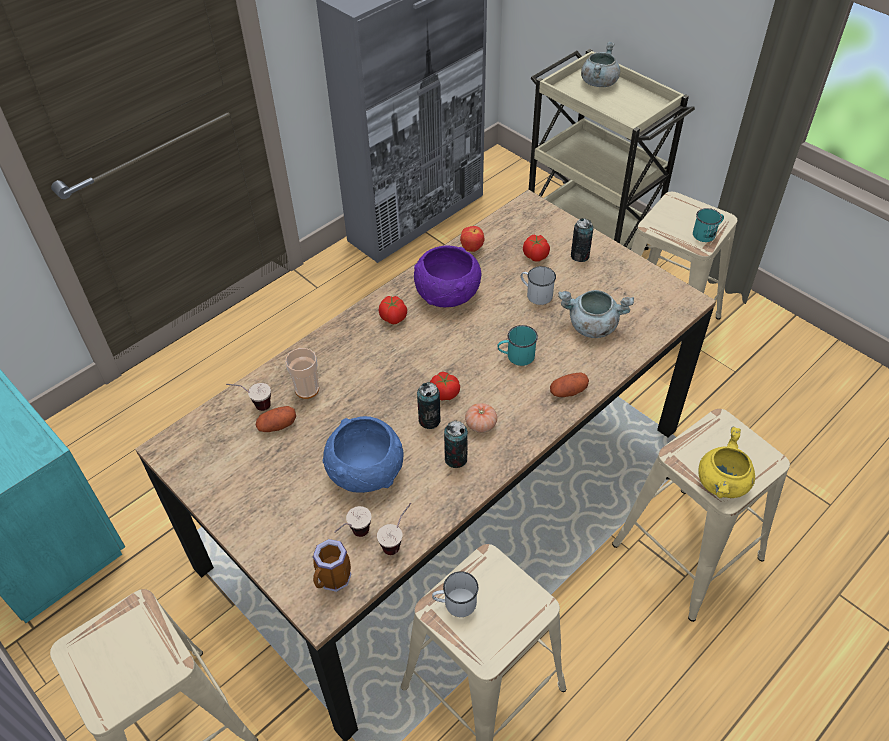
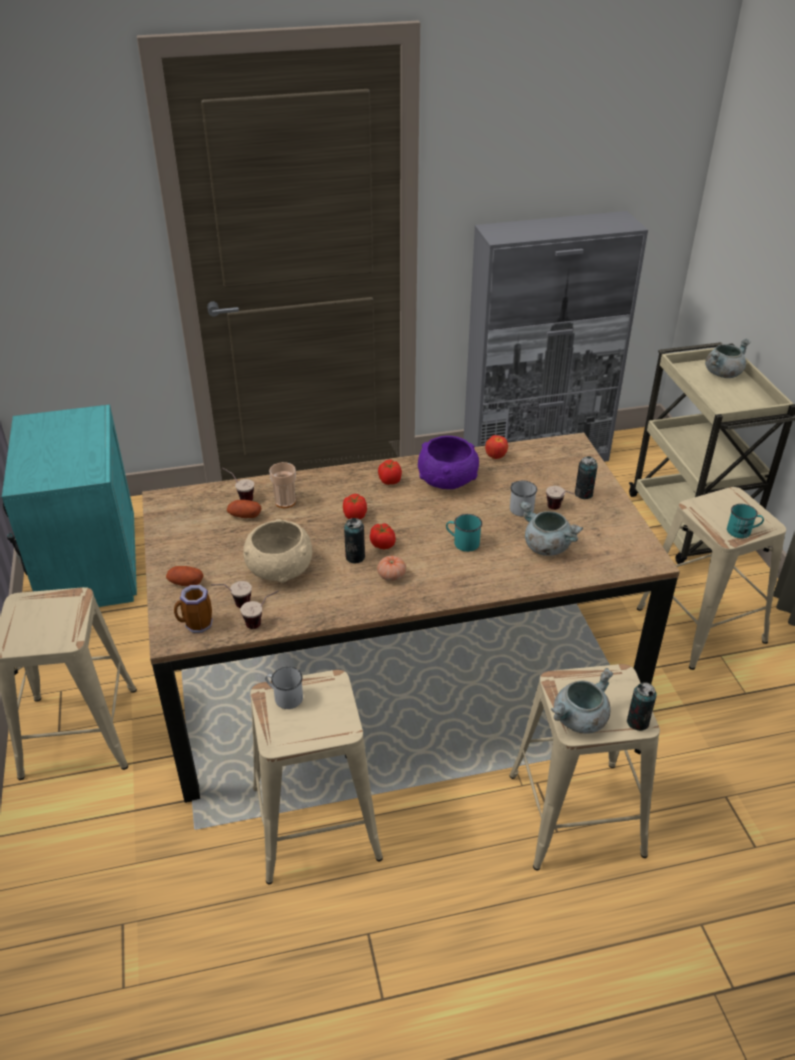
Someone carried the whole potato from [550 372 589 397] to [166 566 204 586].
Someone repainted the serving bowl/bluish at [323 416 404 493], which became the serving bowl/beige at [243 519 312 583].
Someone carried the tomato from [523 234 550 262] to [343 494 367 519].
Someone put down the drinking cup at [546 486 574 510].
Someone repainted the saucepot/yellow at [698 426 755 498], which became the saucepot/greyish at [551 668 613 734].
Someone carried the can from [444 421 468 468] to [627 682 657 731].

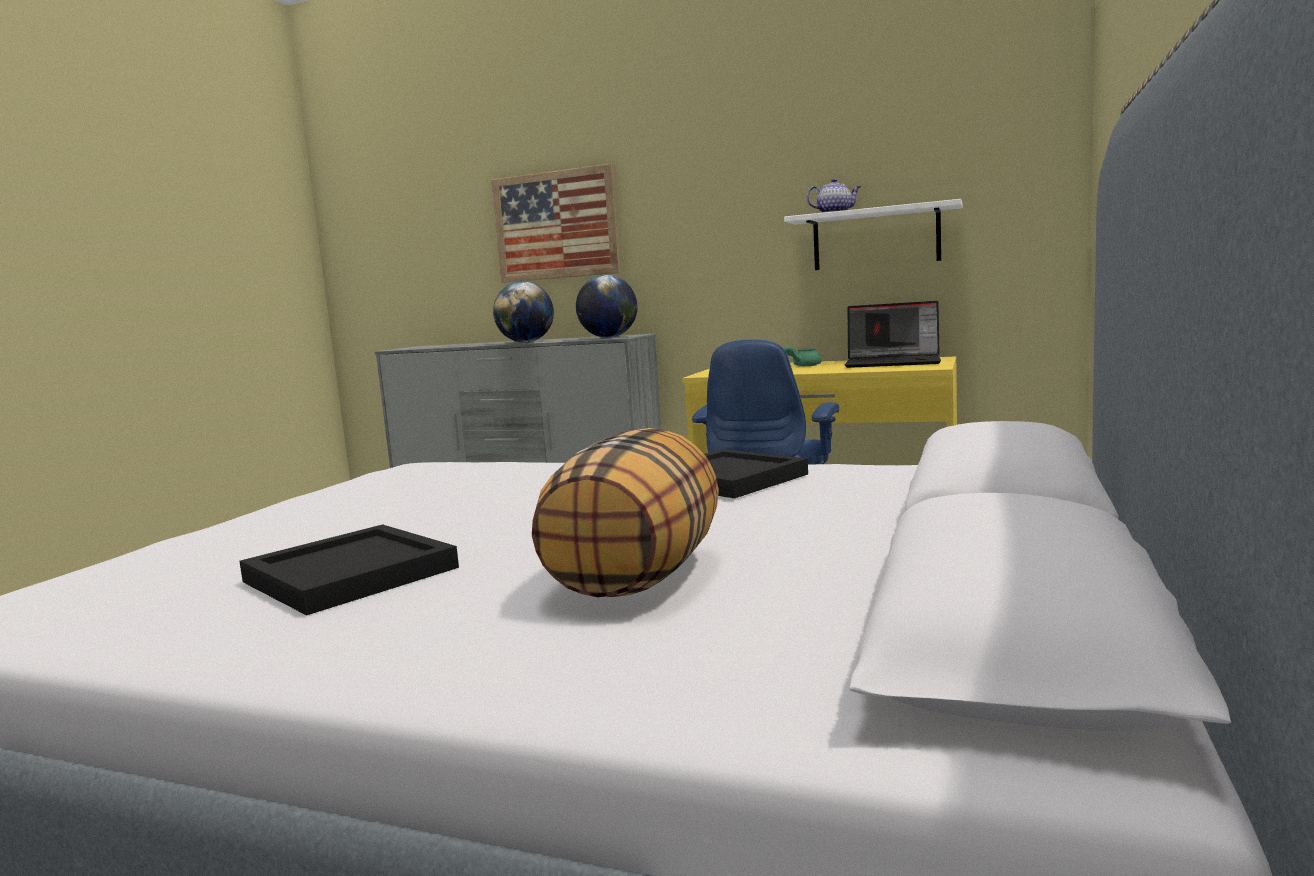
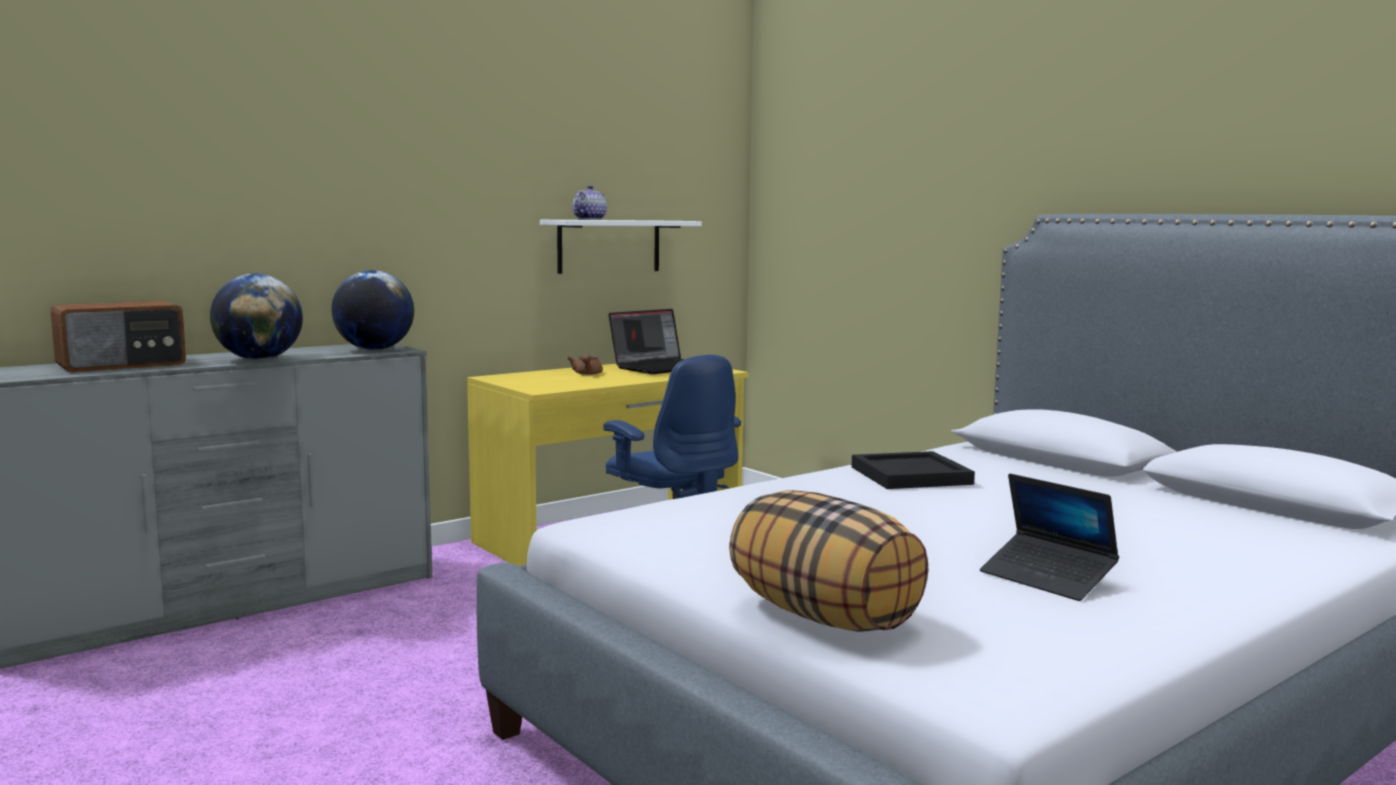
Someone put down the radio receiver at [50 301 186 372].
Someone repainted the teapot/green-coloured at [784 345 821 366], which became the teapot/brown-coloured at [567 354 603 375].
Someone carried the cushion from [532 428 719 597] to [729 490 929 632].
Someone swapped the serving tray/black at [239 524 459 615] for the notebook computer at [980 473 1119 601].
Someone took away the wall picture at [491 163 621 283].

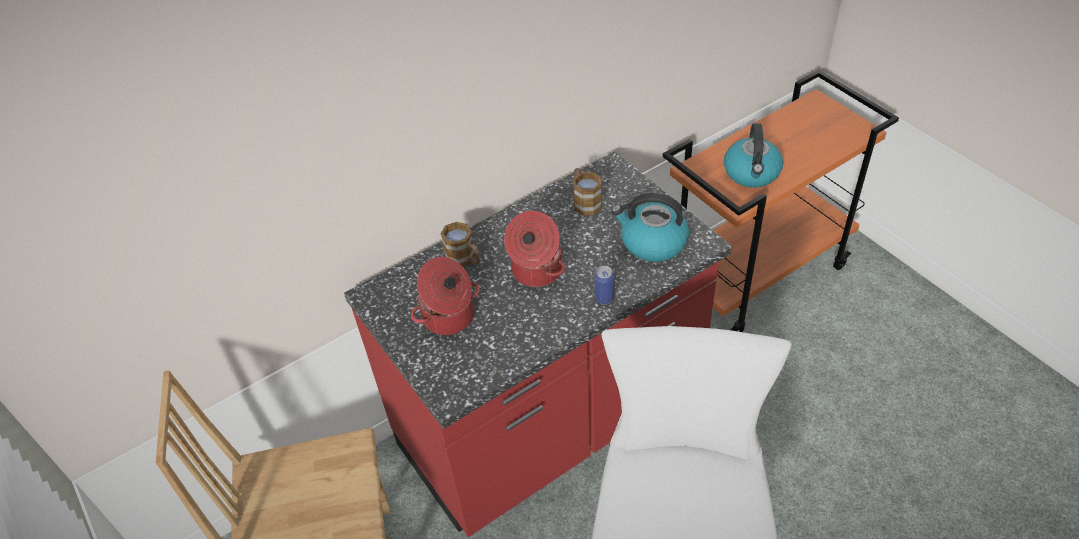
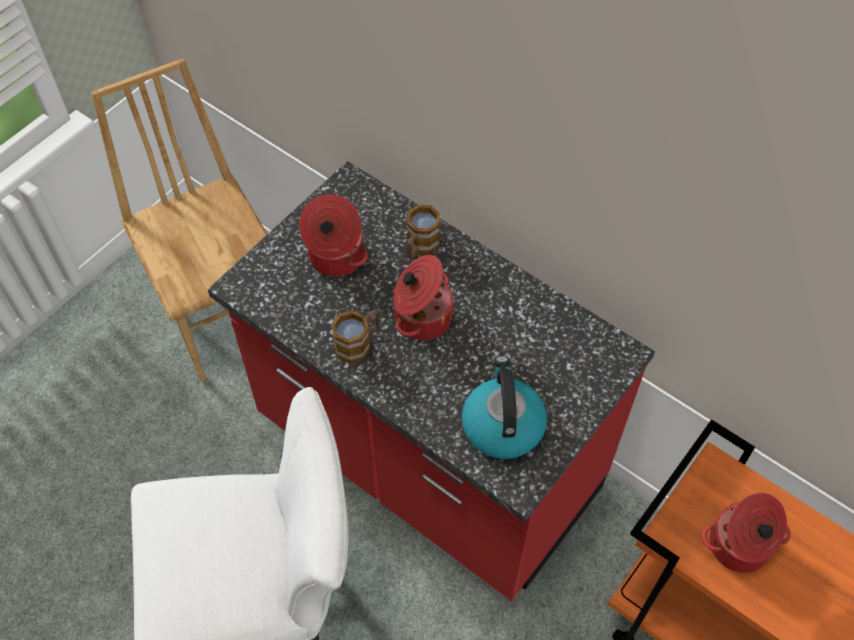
Someone carried the tea mug from [573 168 602 216] to [331 309 380 364].
Someone swapped the water kettle at [724 123 783 188] for the saucepot at [702 493 791 573].
Someone took away the can at [595 266 614 304].

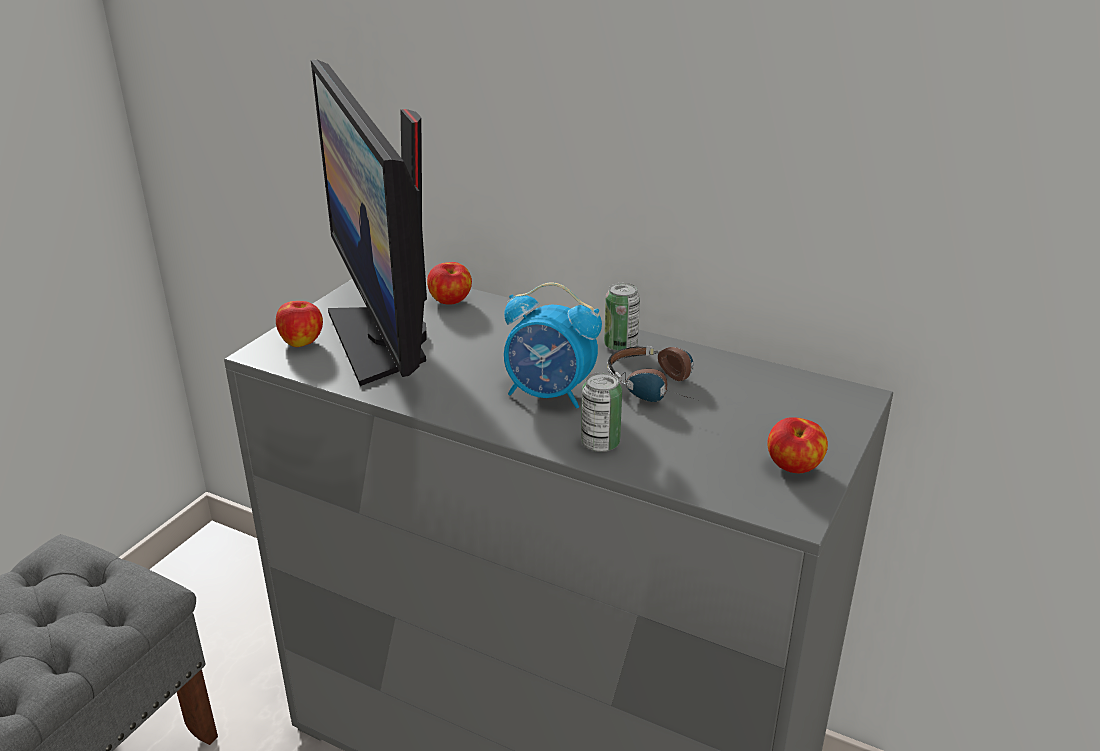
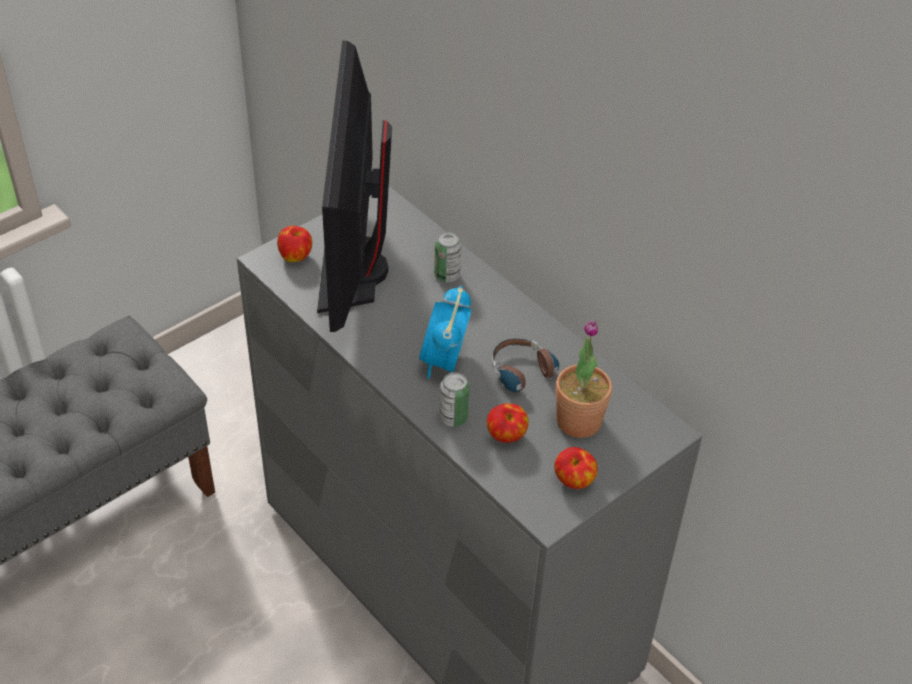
Someone rotated the alarm clock at [504 282 602 409] by 60 degrees clockwise.
Someone carried the can from [604 283 640 351] to [434 232 461 283].
Someone carried the apple from [427 262 472 304] to [487 403 529 443].
Someone put down the plant in a pot at [556 320 612 438].

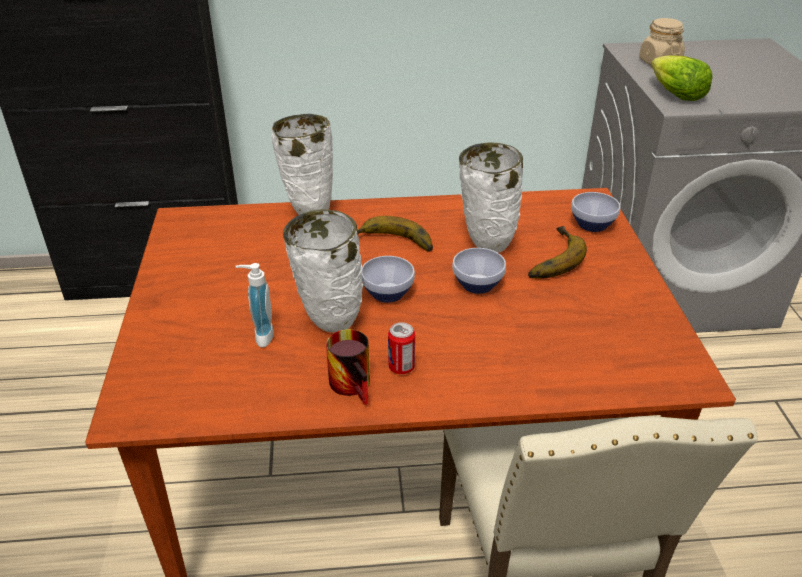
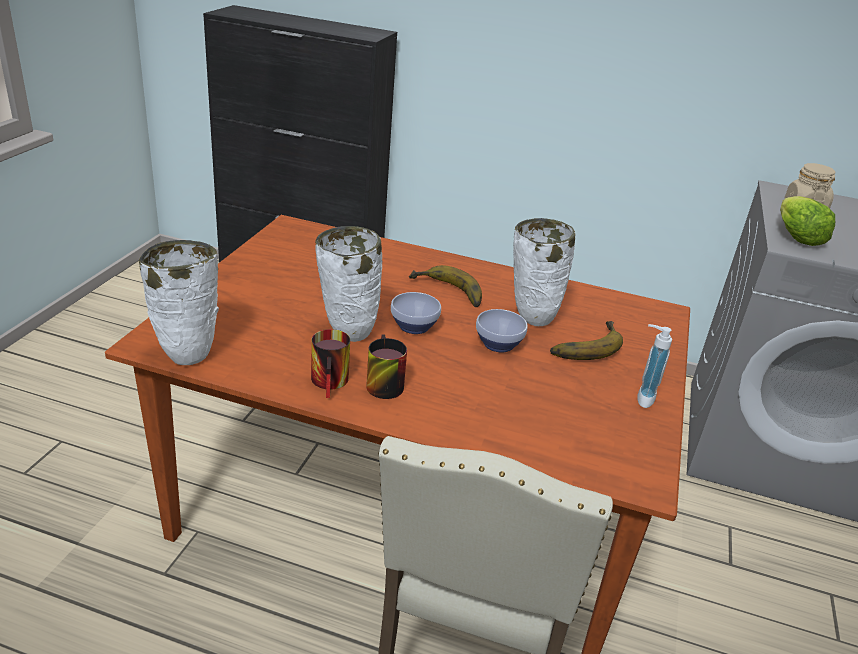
Someone carried the vase/white from [272 114 333 215] to [139 240 219 365].
Someone swapped the can at [388 322 415 374] for the tea mug at [366 334 407 399].
Someone carried the liquid soap bottle from [235 263 274 348] to [637 324 672 408].
Someone took away the serving bowl at [571 192 620 232].

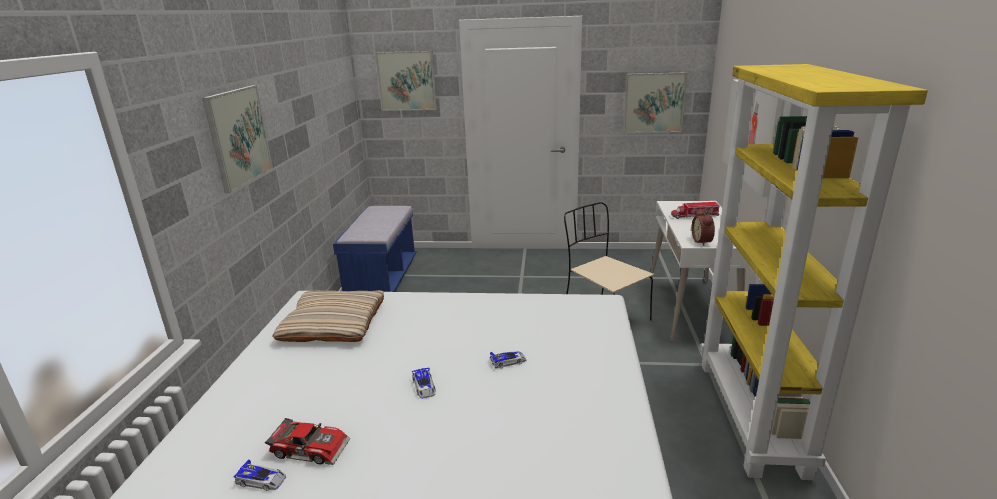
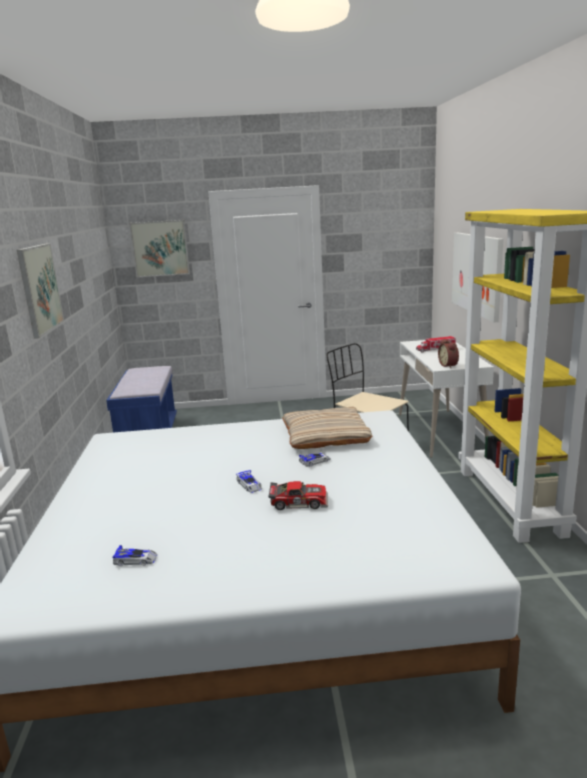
Someone carried the miniature car from [265 418 350 465] to [268 481 328 510].
Someone carried the cushion/beige from [272 290 384 342] to [282 407 372 449].
Someone took away the wall picture at [623 72 687 133].

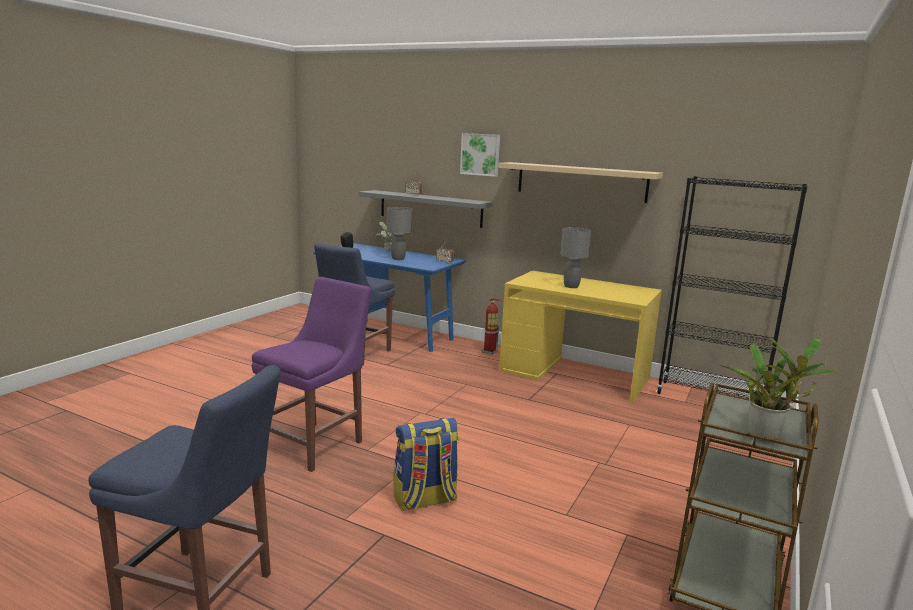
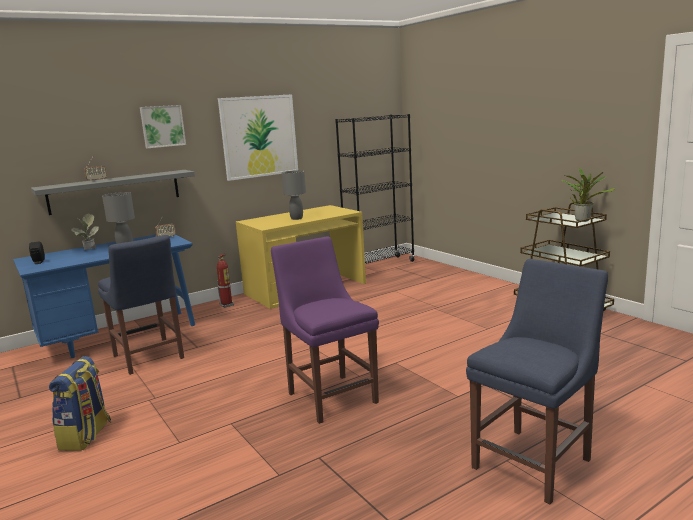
Someone carried the rucksack from [394 418 459 512] to [49 356 111 451].
Someone swapped the bracket shelf/beige at [498 162 663 203] for the wall picture at [218 94 298 181].

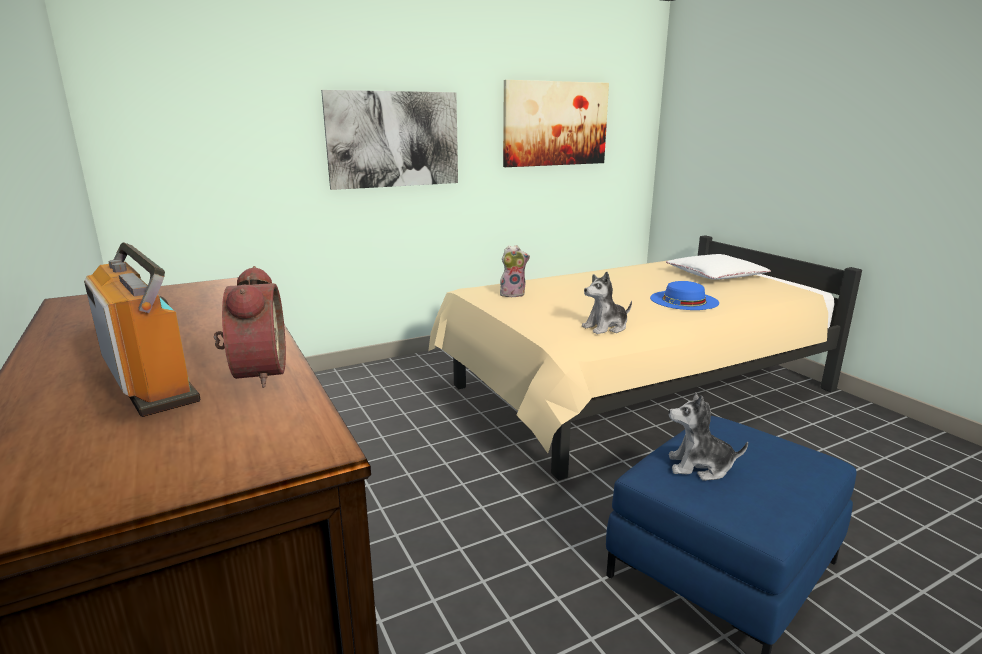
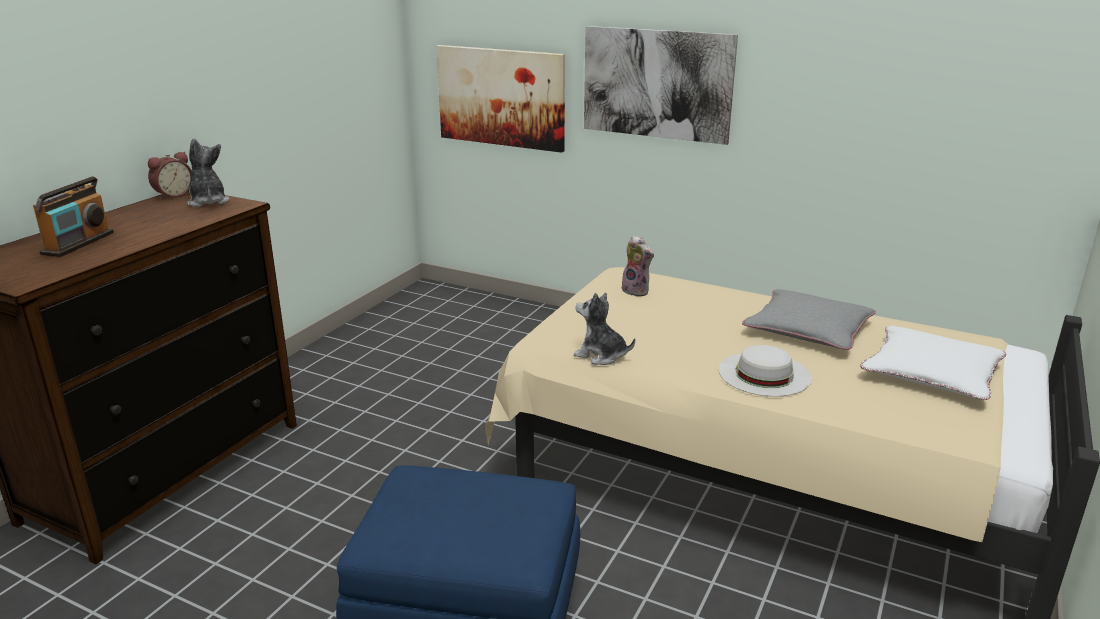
Someone carried the alarm clock from [214 266 286 388] to [148 152 192 199].
Someone carried the plush toy from [669 392 748 481] to [187 138 230 207].
Someone carried the wall picture from [503 80 609 167] to [436 45 565 153].
Someone repainted the clothing hat/bluish at [650 281 719 310], which became the clothing hat/white at [719 345 812 397].
Someone put down the cushion/greyish at [742 289 876 350].

